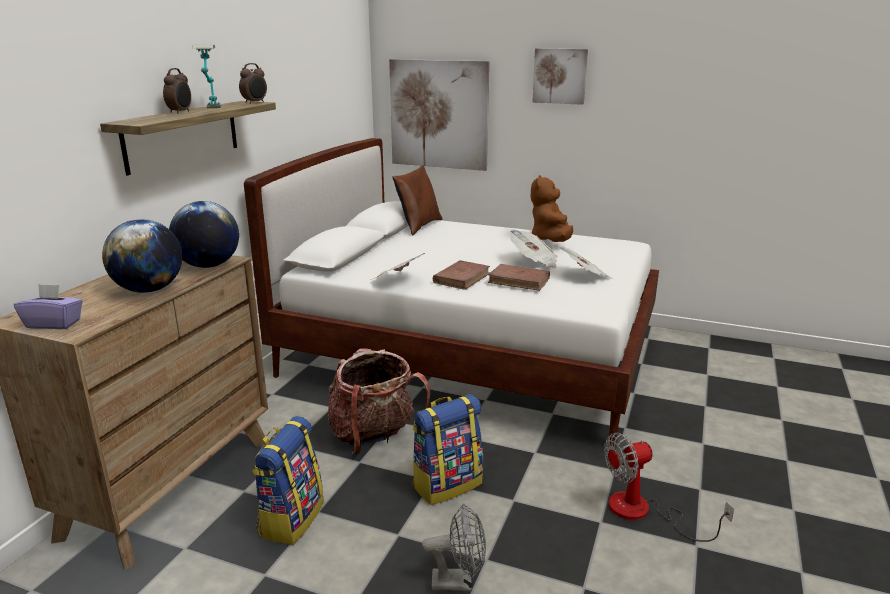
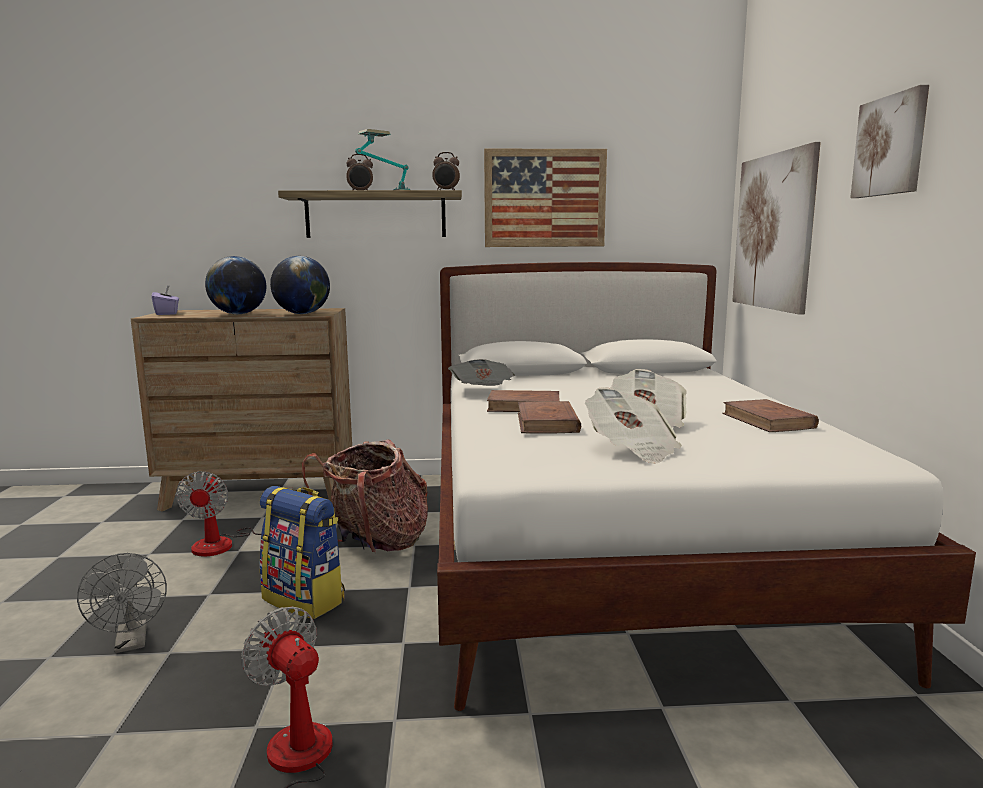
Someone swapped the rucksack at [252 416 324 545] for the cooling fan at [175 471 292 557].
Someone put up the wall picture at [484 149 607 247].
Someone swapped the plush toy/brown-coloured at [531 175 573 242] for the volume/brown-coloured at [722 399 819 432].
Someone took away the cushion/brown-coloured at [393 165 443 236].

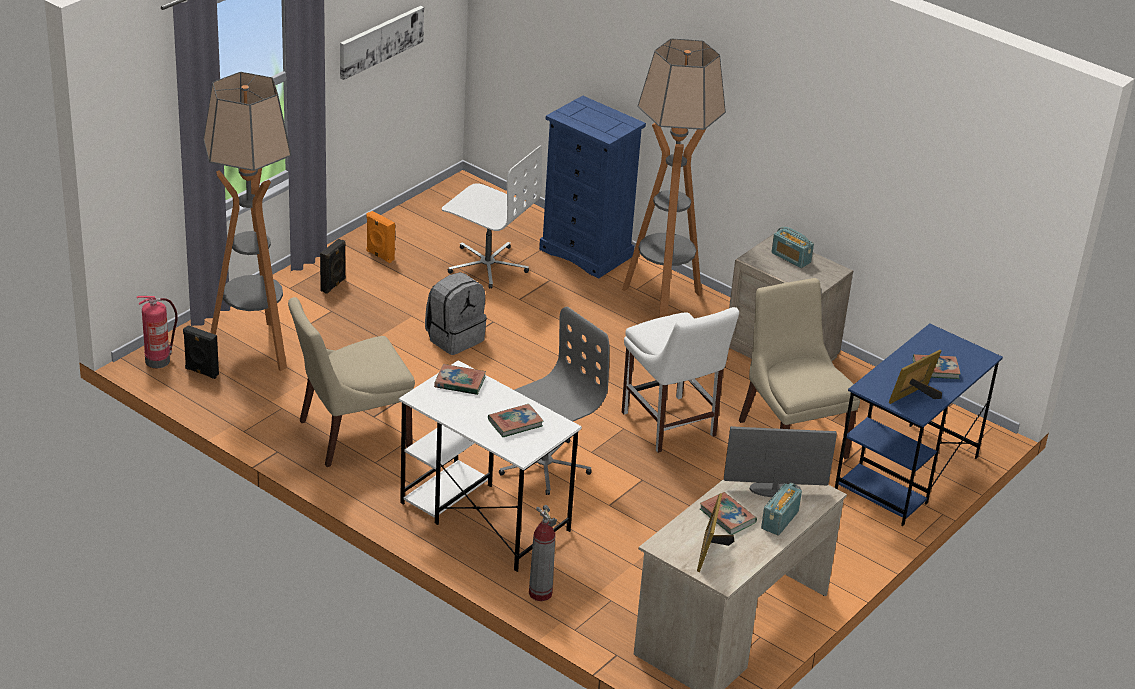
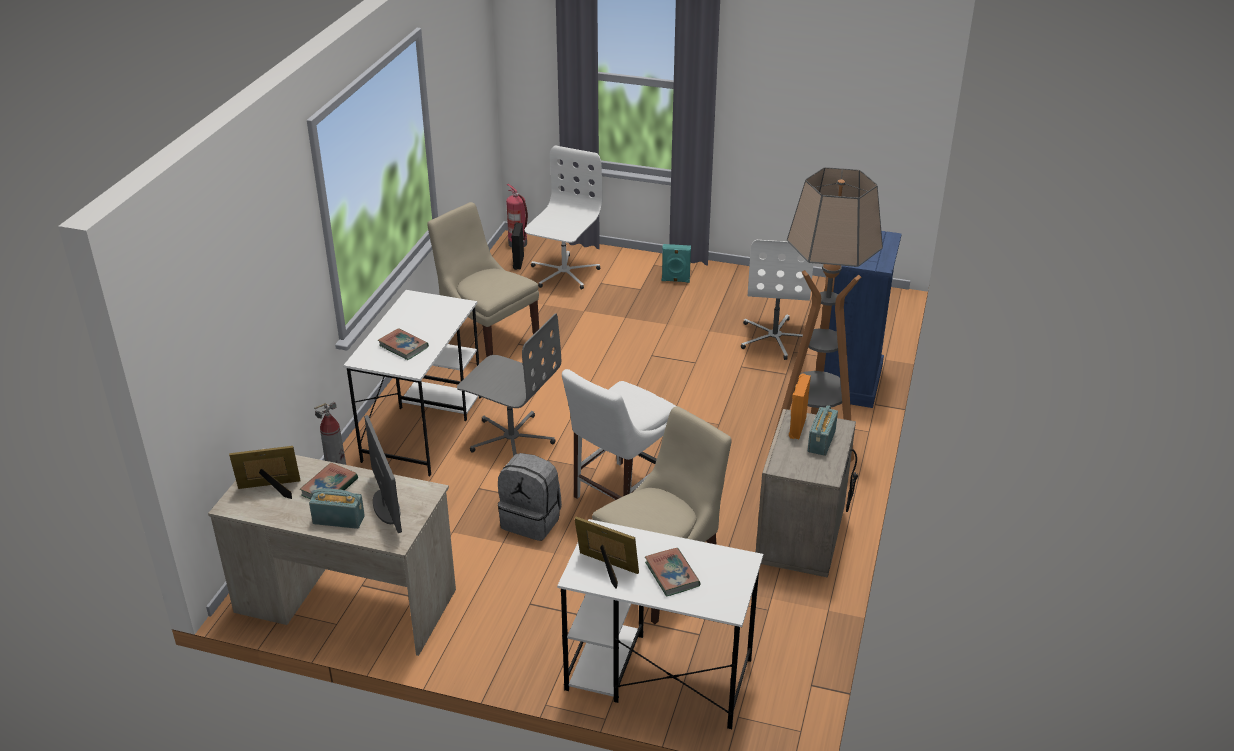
Someone carried the rucksack/greyish from [425 272 487 355] to [498 453 562 541].
Someone swapped the standing lamp at [203 72 291 371] for the computer chair/white at [525 145 603 290].
Someone repainted the desk unit/bluish at [835 323 1003 526], which became the desk unit/white at [557 519 763 729].
Someone repainted the loudspeaker/black at [320 239 346 294], which became the loudspeaker/turquoise-coloured at [662 244 691 283].
Someone carried the loudspeaker/orangey from [367 211 395 263] to [789 373 811 439].
Someone took away the wall picture at [340 6 424 80].
Someone took away the volume at [434 364 486 395].

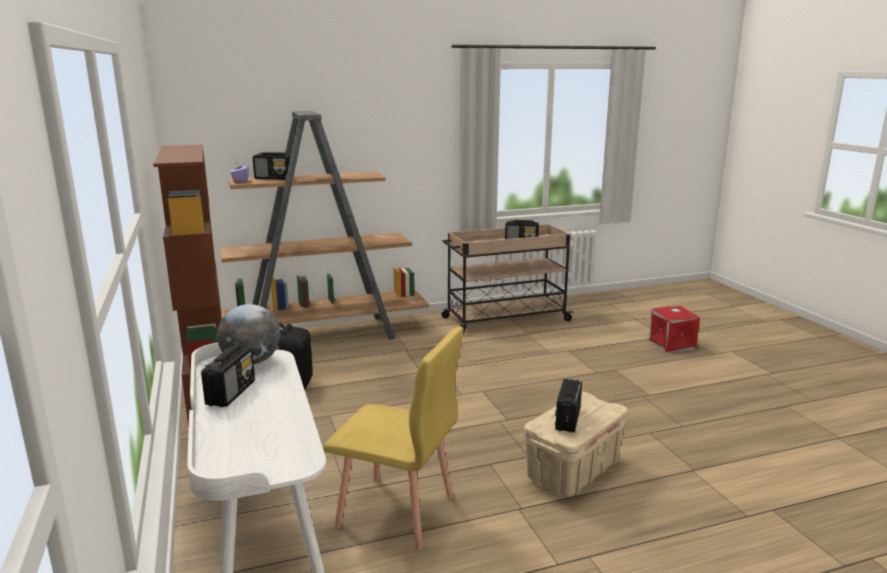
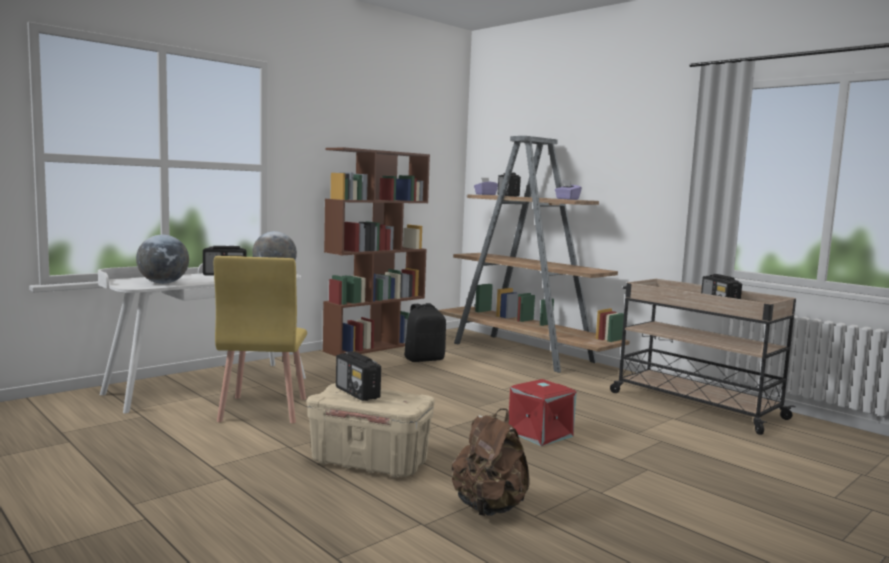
Someone put down the world globe at [136 235 189 284].
Someone rotated the radio receiver at [555 379 582 432] by 120 degrees counterclockwise.
Someone put down the rucksack/brown-coloured at [452 408 530 516].
Someone carried the storage container/red-coloured from [648 306 700 353] to [509 379 577 446].
Someone put down the tissue box/purple at [555 180 582 200].

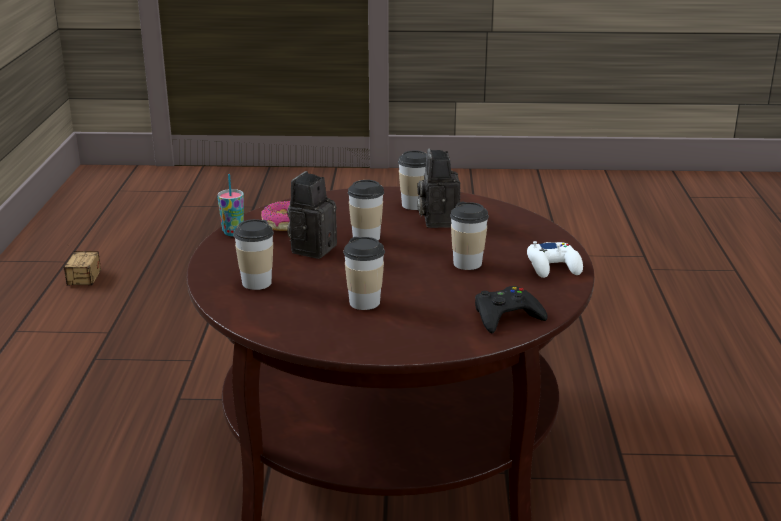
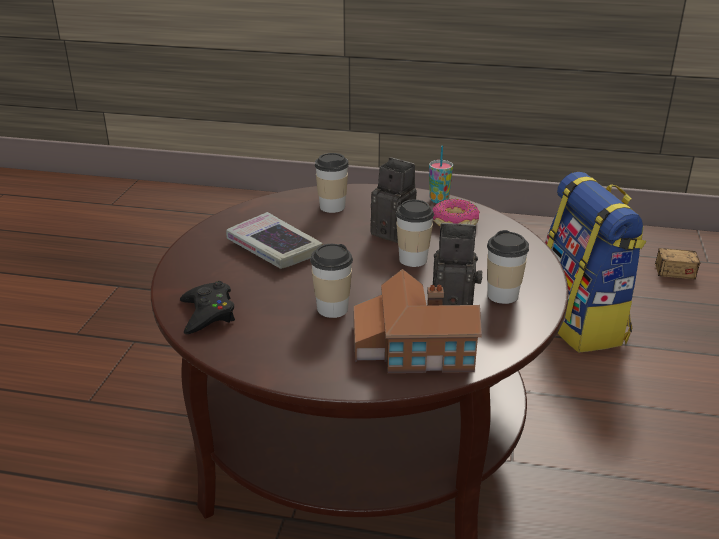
Someone swapped the drinking cup at [343 237 385 310] for the volume at [226 212 323 269].
Someone put down the miniature house at [354 269 482 373].
Someone put down the rucksack at [545 172 646 353].
Someone took away the joypad/white at [527 241 583 278].

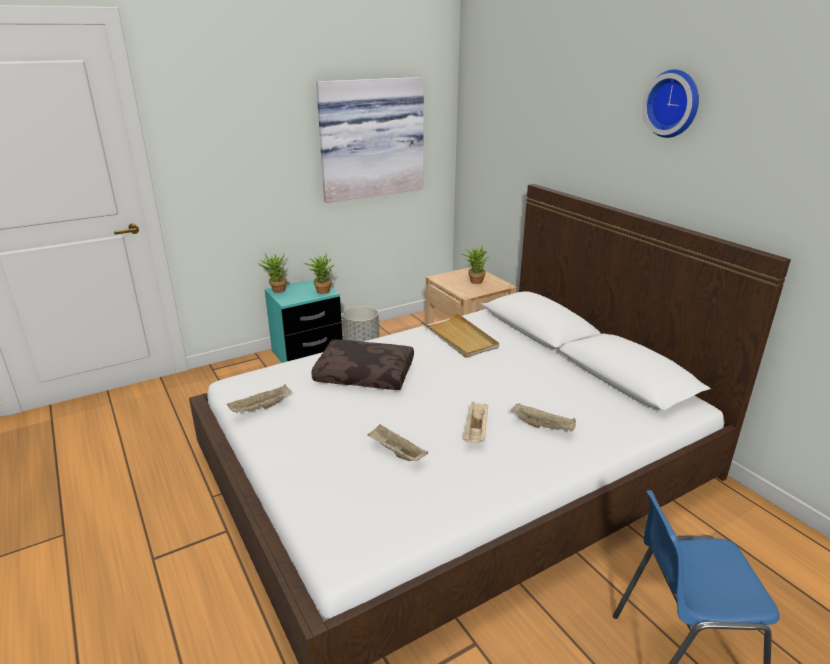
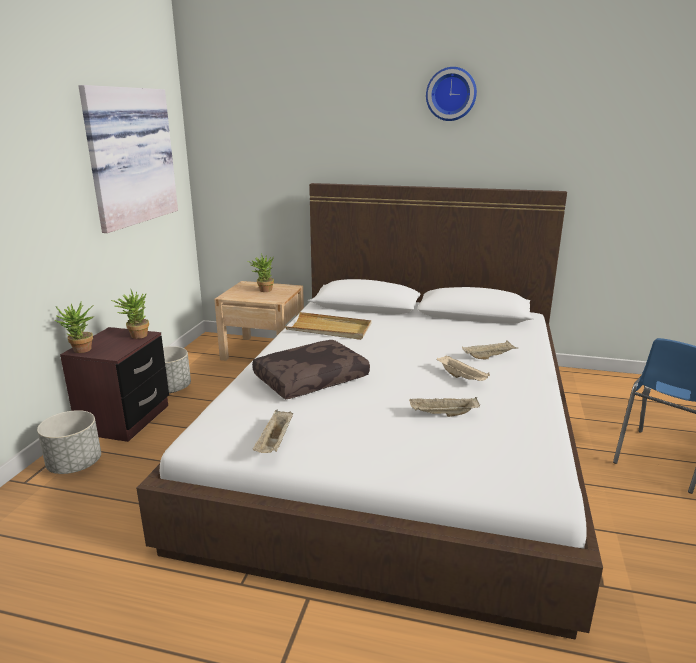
Someone put down the flower pot/greyish at [37 410 101 474].
Someone repainted the nightstand/turquoise-coloured at [265 279 343 363], which became the nightstand/brown-coloured at [60 327 169 442].

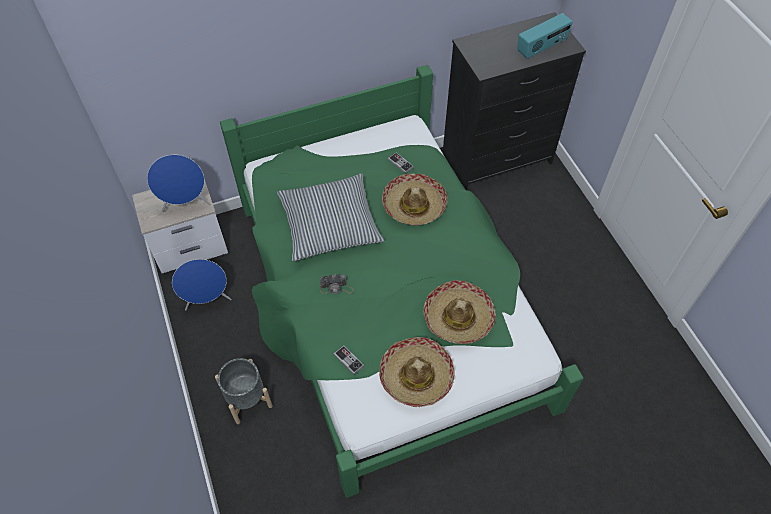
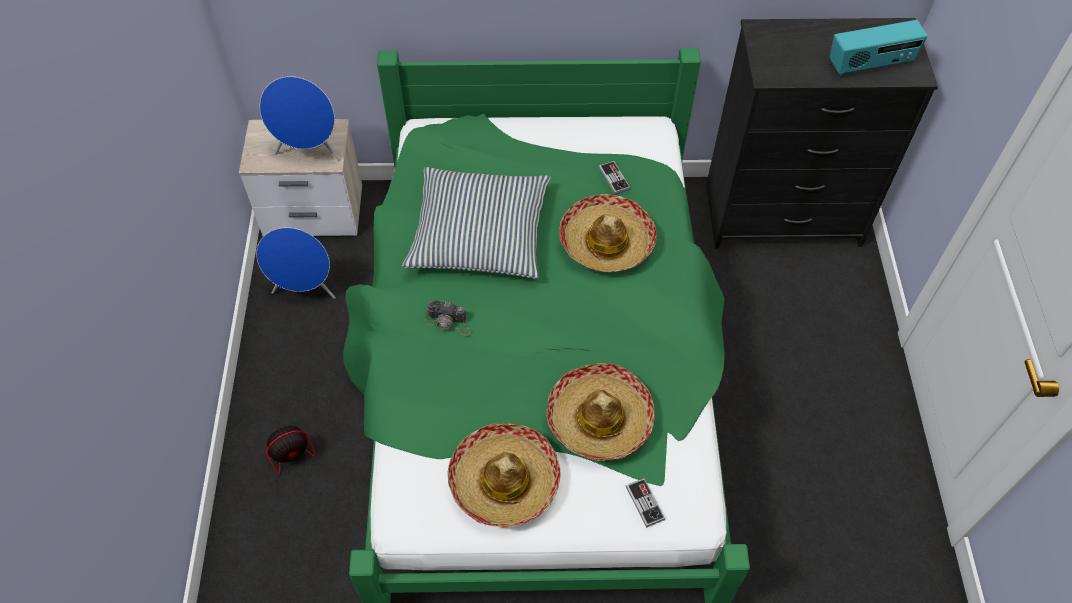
Someone swapped the flower pot/greyish at [215 358 273 424] for the cooling fan at [266 375 337 475].
Someone carried the joypad from [334 345 364 375] to [626 478 665 528].

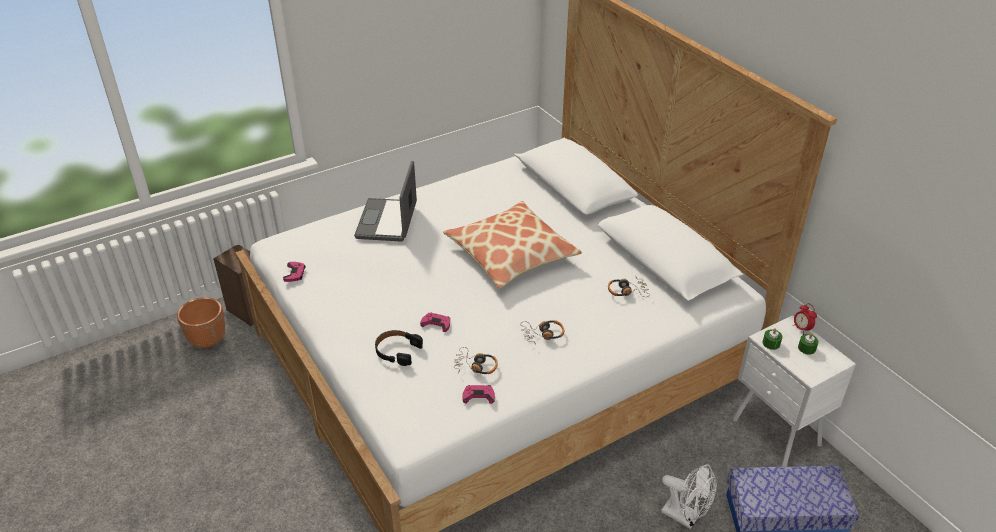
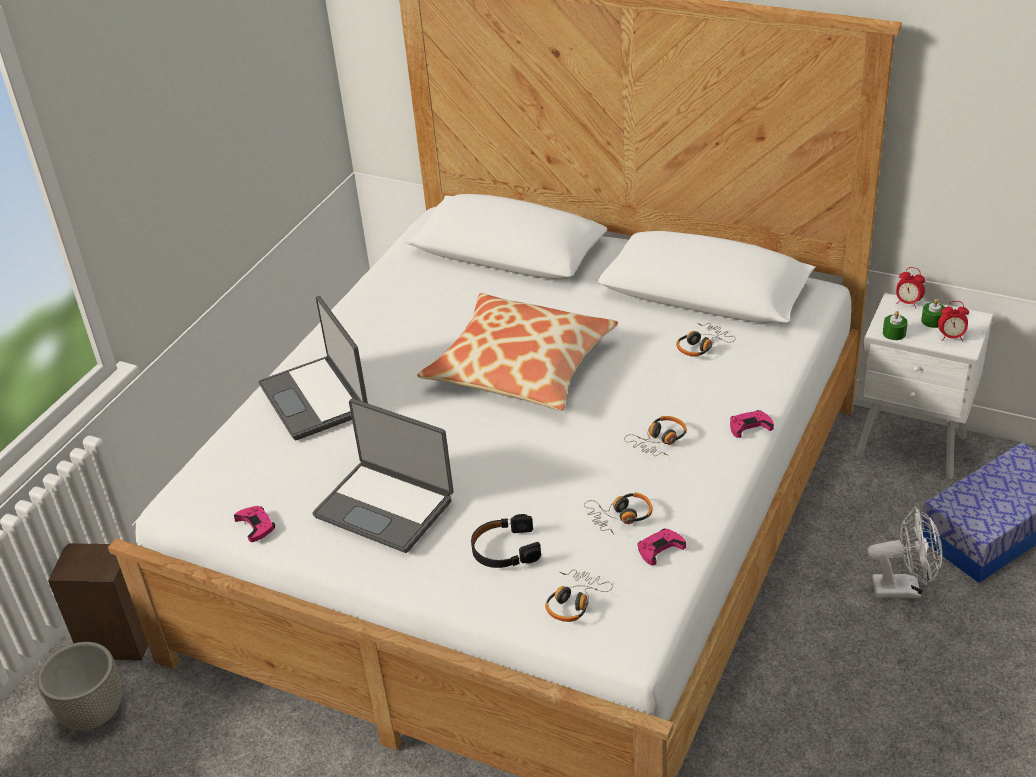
Someone repainted the flower pot/orangey at [177 297 225 348], which became the flower pot/greyish at [37 642 121 730].
Someone put down the notebook computer at [312 399 454 553].
Someone put down the headphones at [545 569 612 622].
Someone carried the joypad/pinkish from [420 313 450 332] to [730 410 774 438].
Someone put down the alarm clock at [938 301 969 341].

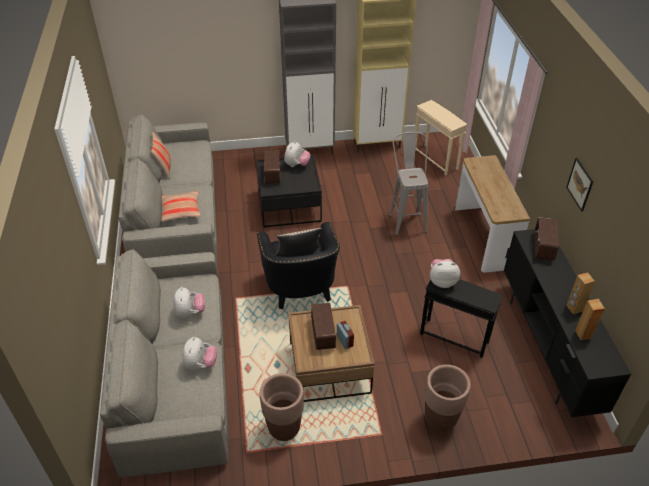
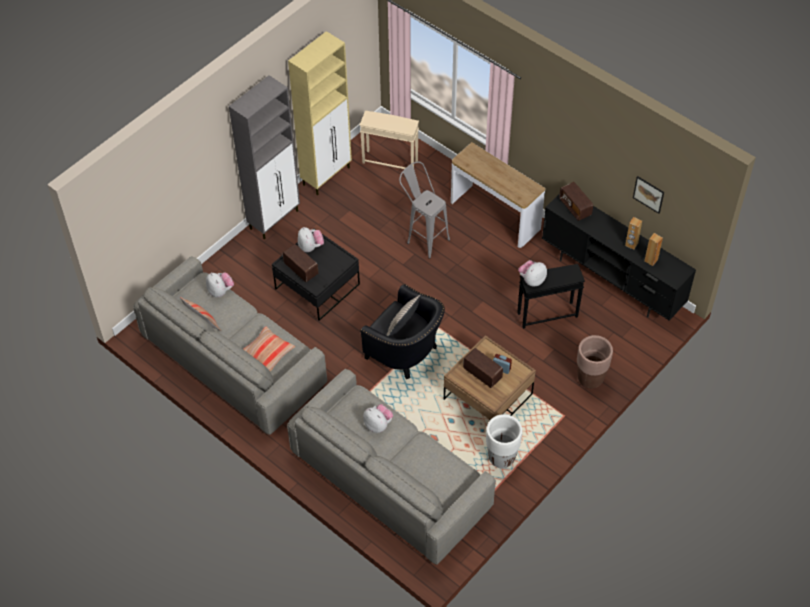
Someone carried the plush toy from [183 337 217 370] to [206 272 234 297].
Someone repainted the flower pot/brown-coloured at [260 373 304 441], which became the flower pot/white at [486 414 522 468].
Someone carried the wall picture from [566 158 593 211] to [633 176 664 214].

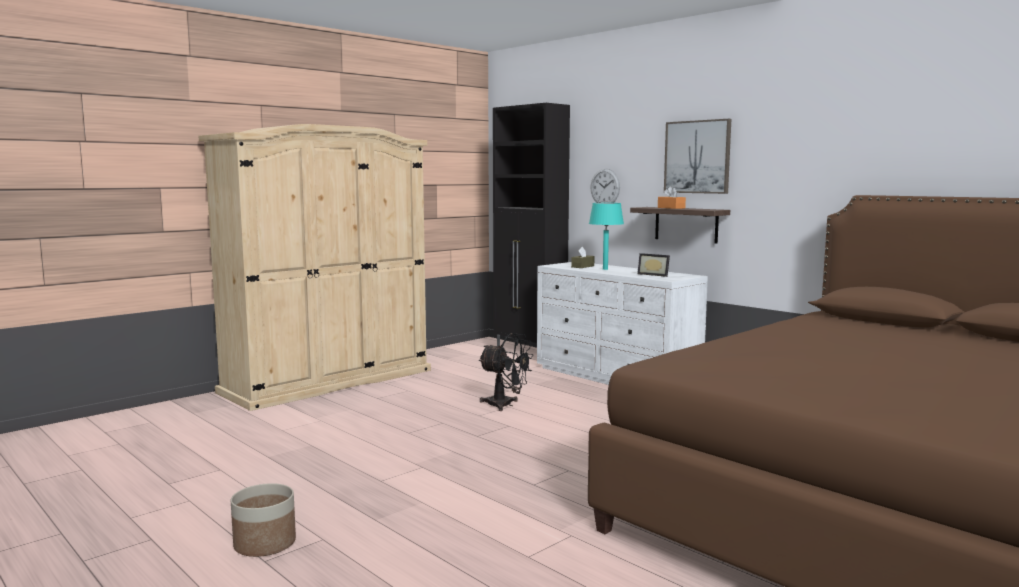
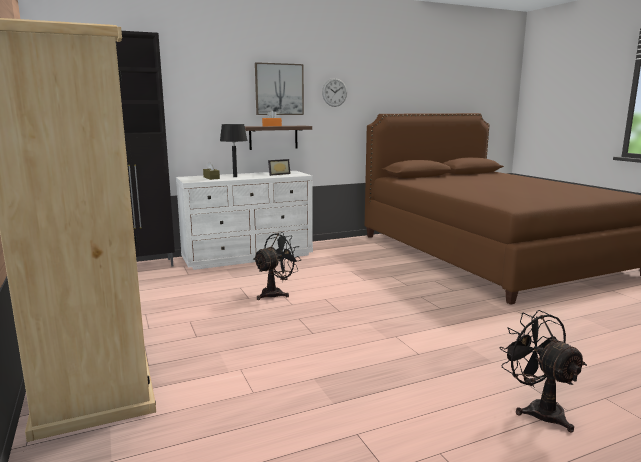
Someone repainted the tabletop lamp/turquoise-coloured at [589 203 624 270], which became the tabletop lamp/black at [220 124 248 177].
Someone carried the clock on the wall from [590 168 620 203] to [322 78 347 107].
Someone swapped the flower pot at [231 483 296 557] for the cooling fan/black at [499 310 587 433].

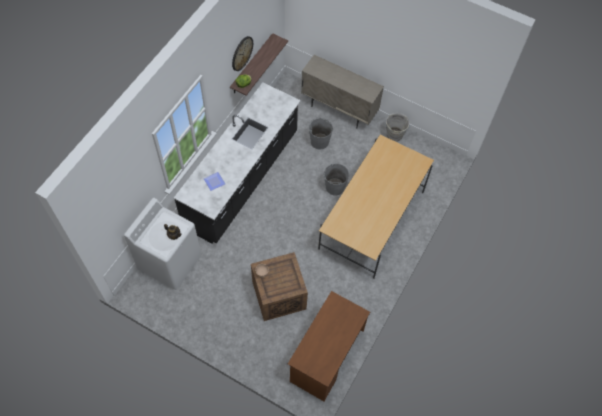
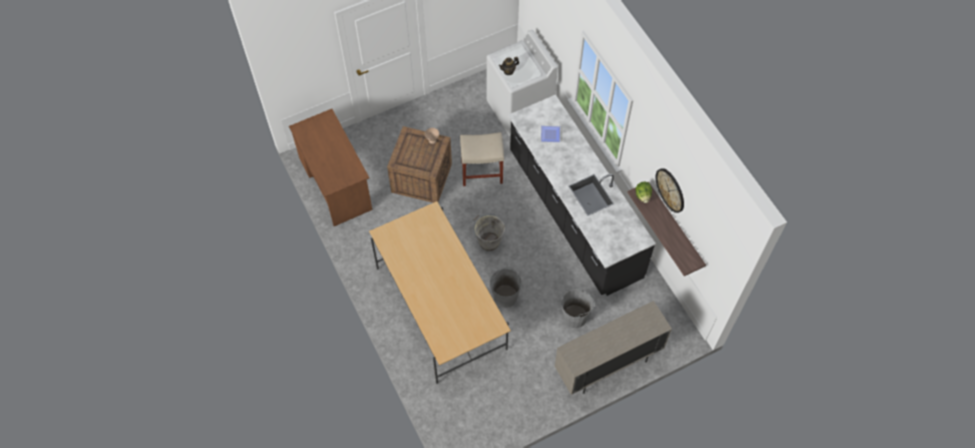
Someone put down the stool/beige at [460 132 504 186].
Someone carried the water bucket/greyish from [385 113 410 142] to [474 214 505 251].

